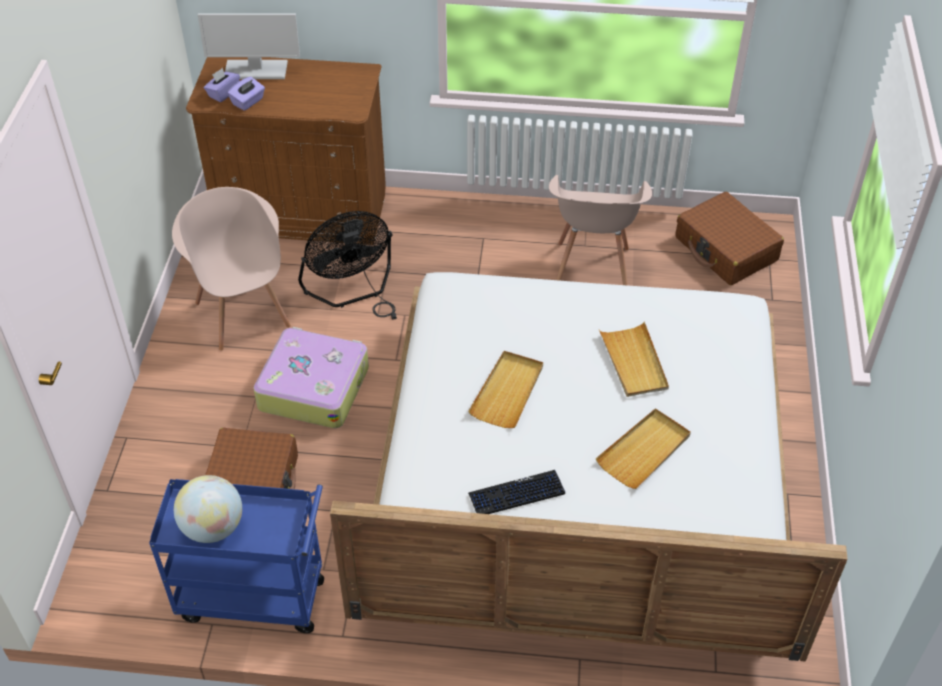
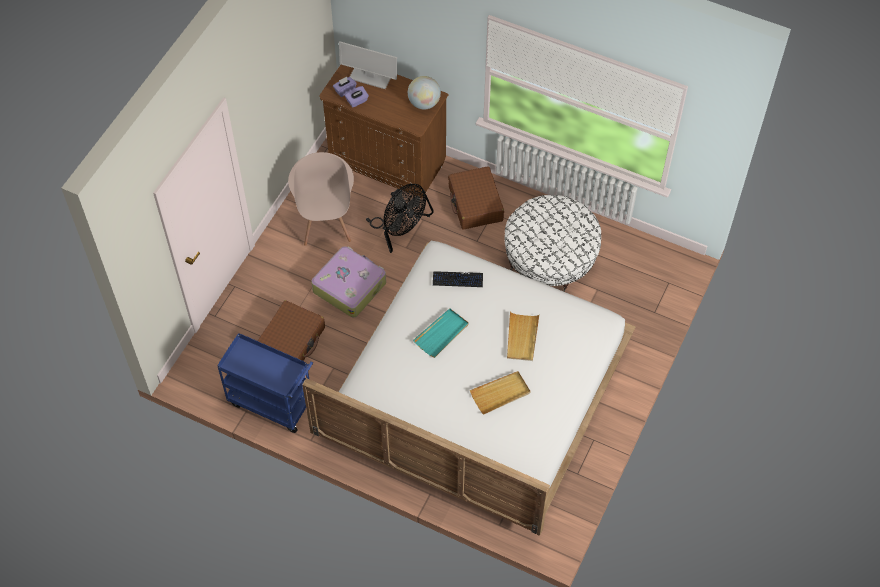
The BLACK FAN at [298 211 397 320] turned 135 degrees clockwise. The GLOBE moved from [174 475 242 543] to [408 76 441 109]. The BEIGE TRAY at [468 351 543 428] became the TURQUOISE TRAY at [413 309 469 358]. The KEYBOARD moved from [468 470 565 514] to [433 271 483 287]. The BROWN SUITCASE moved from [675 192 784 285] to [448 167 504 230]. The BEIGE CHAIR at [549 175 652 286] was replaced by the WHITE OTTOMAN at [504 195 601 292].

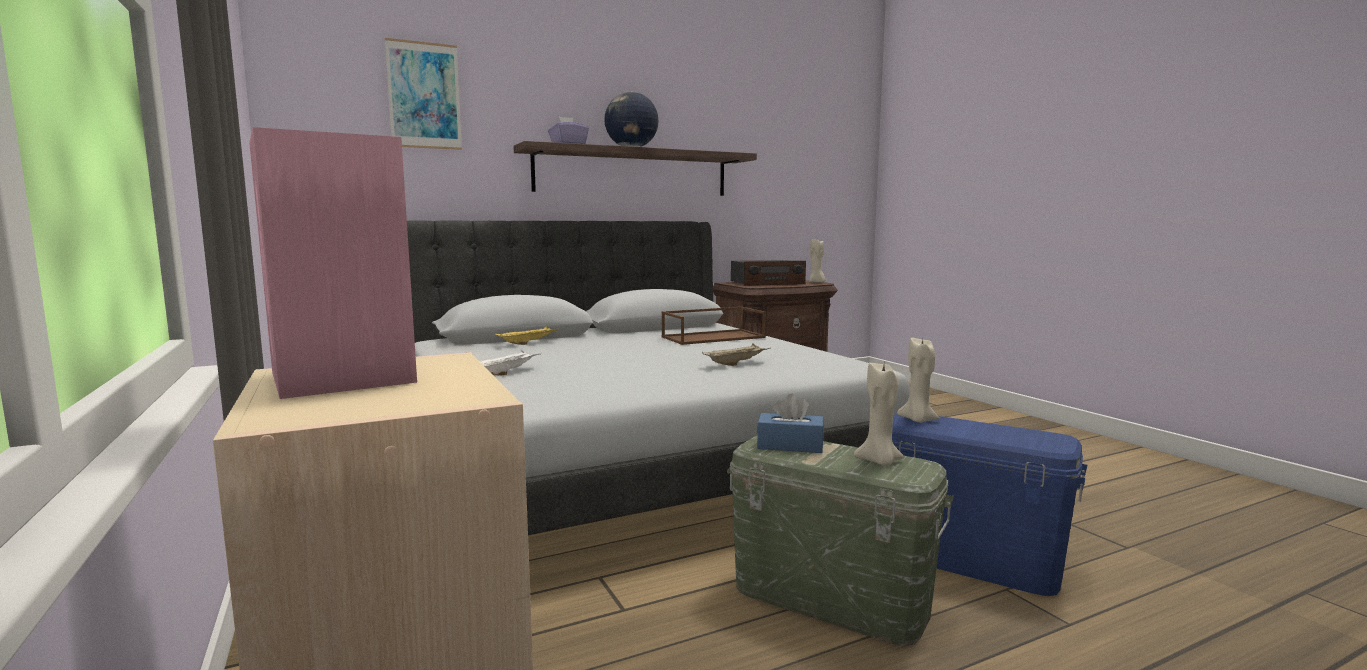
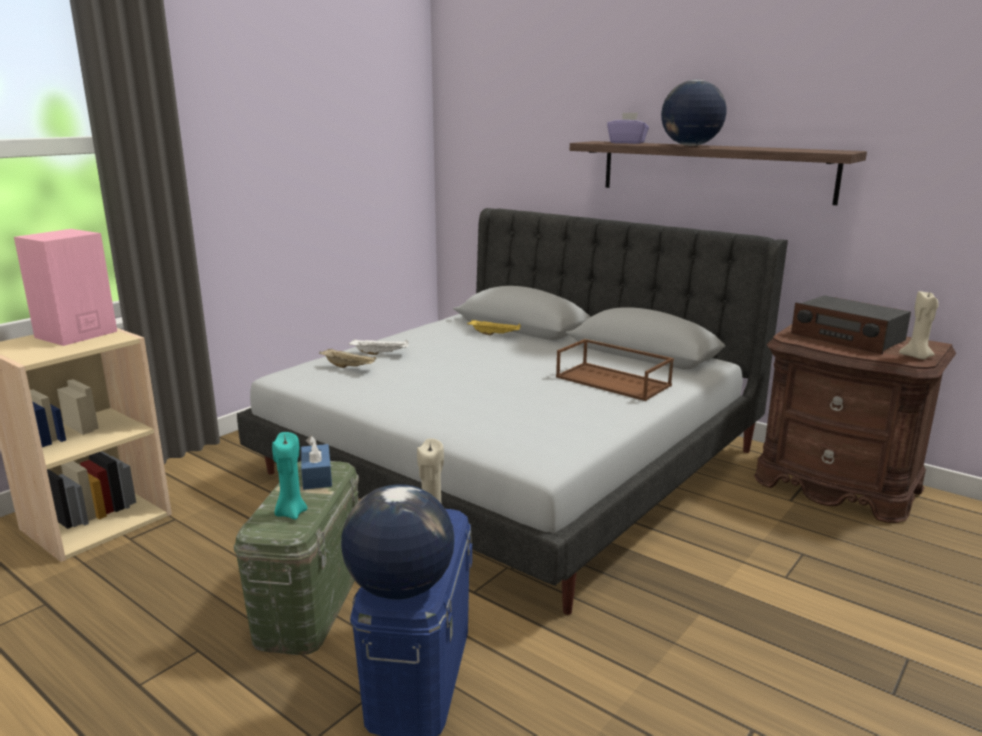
The BEIGE CANDLE at [854 363 904 466] became the TURQUOISE CANDLE at [272 432 307 520]. The BEIGE TRAY moved from [702 343 771 366] to [319 348 376 368]. The GLOBE at [341 484 454 600] appeared. The PICTURE at [385 38 462 150] disappeared.

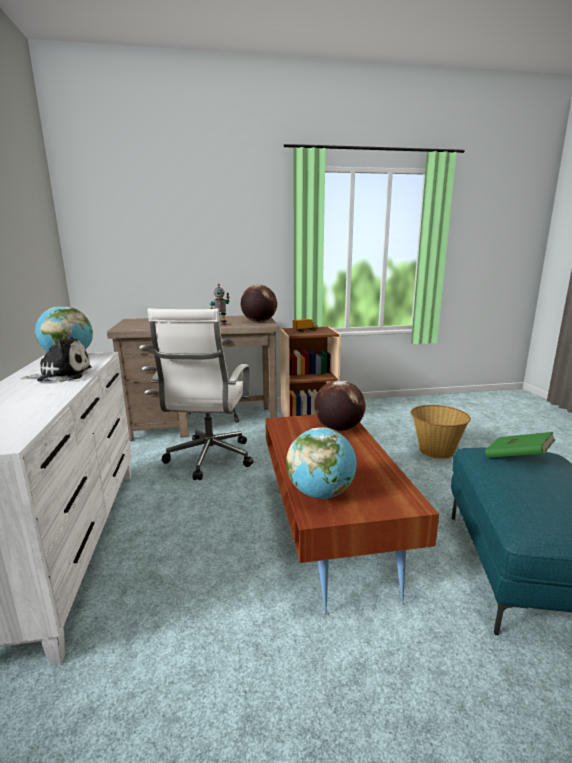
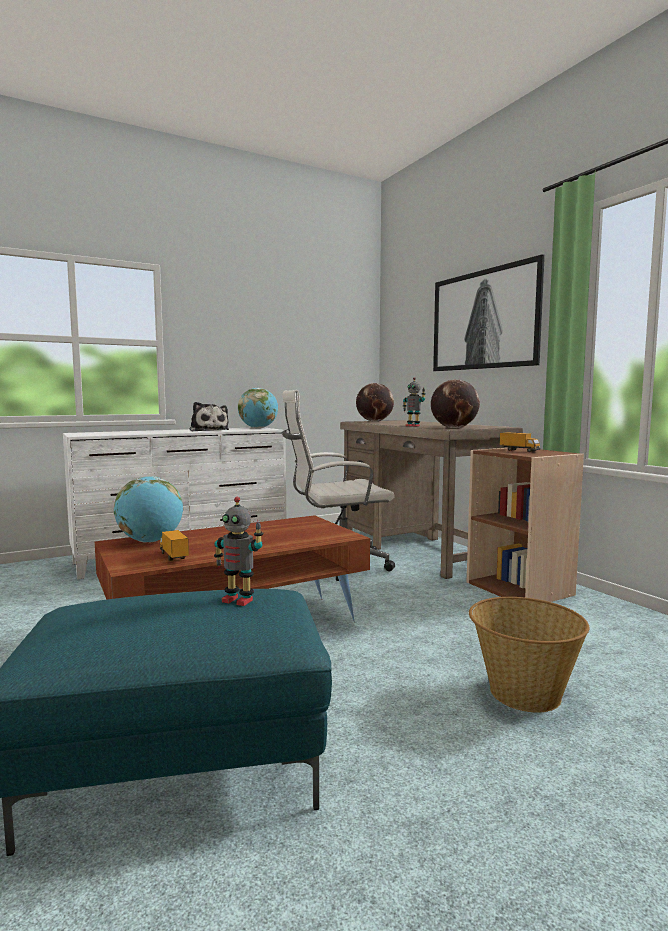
The TOY TRUCK at [160 530 189 561] appeared. The GREEN BOOK at [485 432 556 458] was replaced by the TOY ROBOT at [214 497 264 606]. The GLOBE moved from [314 380 366 431] to [356 383 394 422]. The PICTURE at [433 254 545 371] appeared.

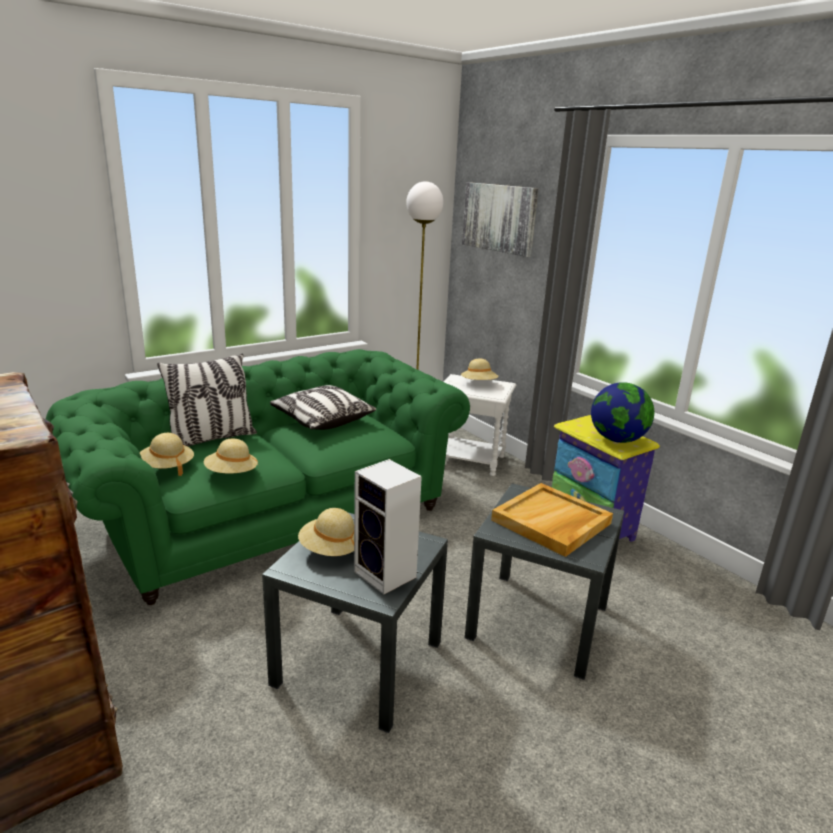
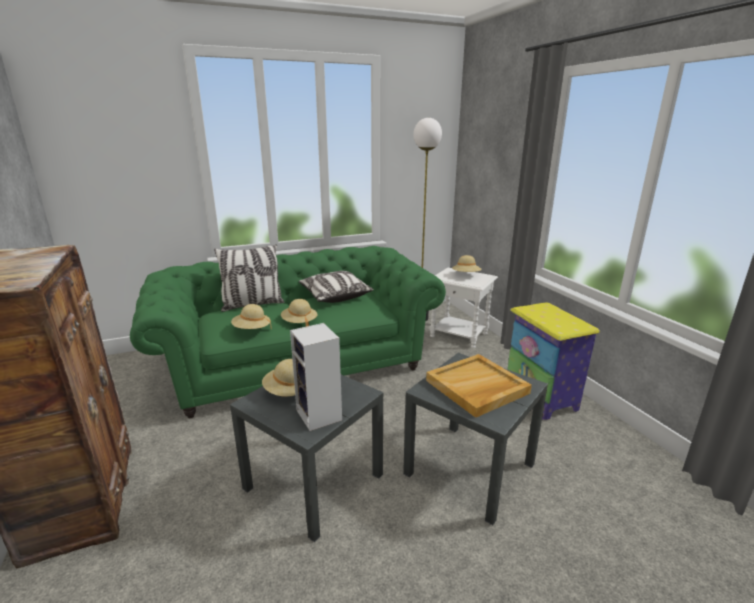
The BEIGE HAT moved from [140 433 194 476] to [281 299 318 327]. The PICTURE at [462 182 538 257] disappeared. The GLOBE at [591 382 654 443] disappeared.

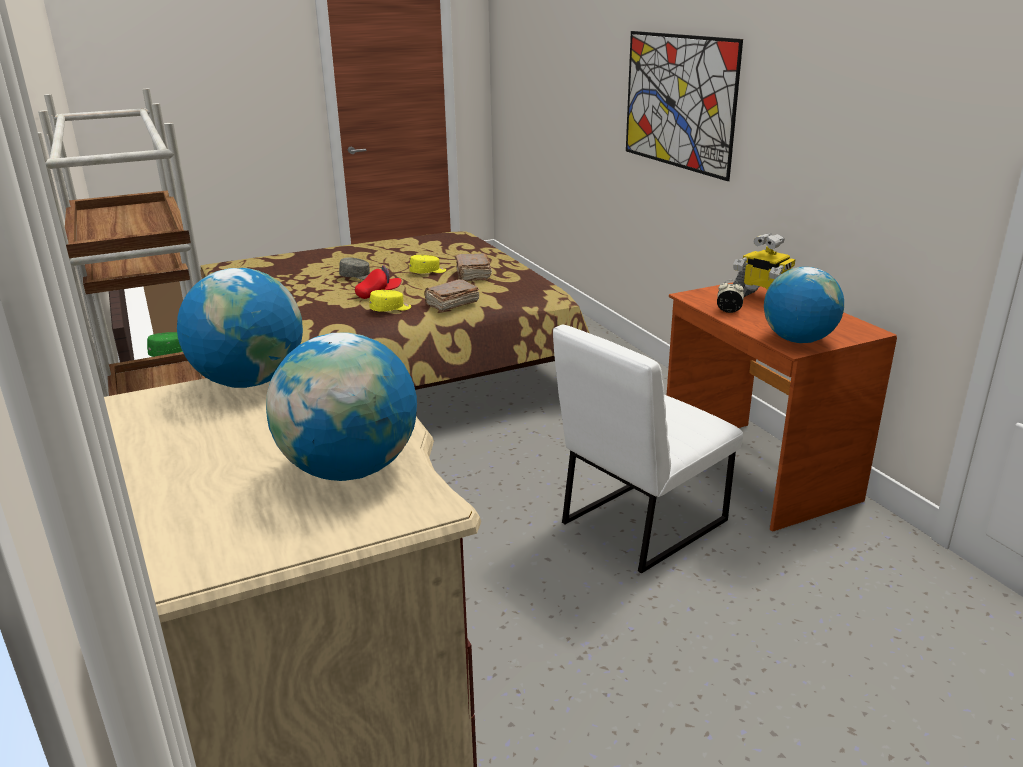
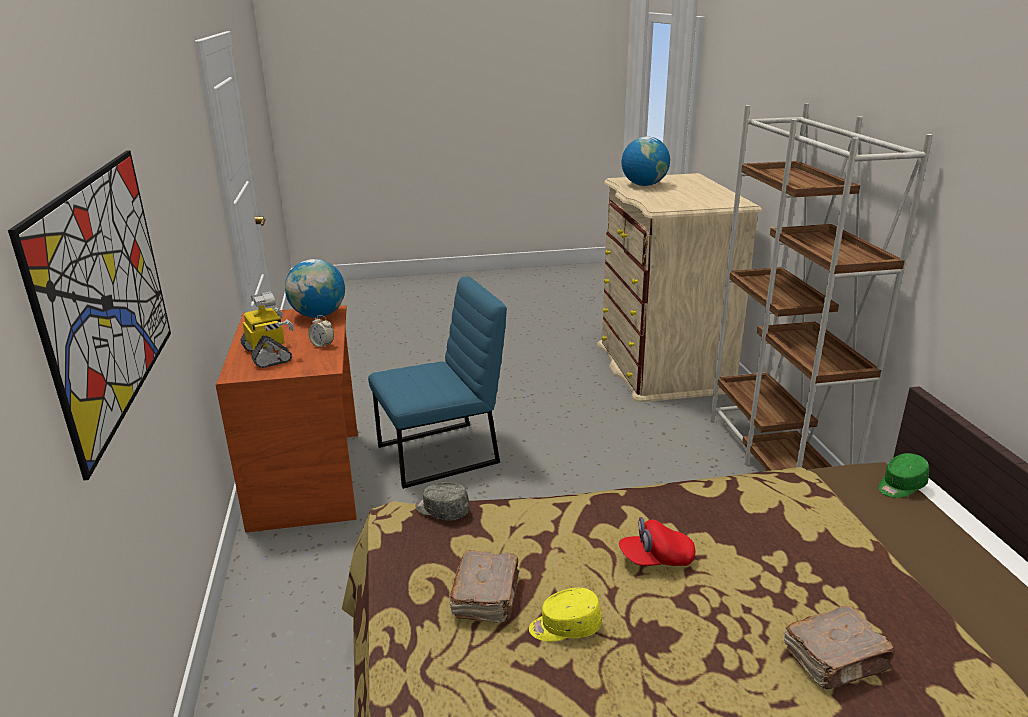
The WHITE CHAIR at [553 325 743 573] became the BLUE CHAIR at [368 276 507 489]. The GREY CAP moved from [339 258 370 280] to [415 482 470 520]. The BROWN BOOK moved from [424 279 479 312] to [784 606 895 689]. The GLOBE at [177 268 303 388] disappeared. The YELLOW CAP at [369 290 411 312] disappeared.

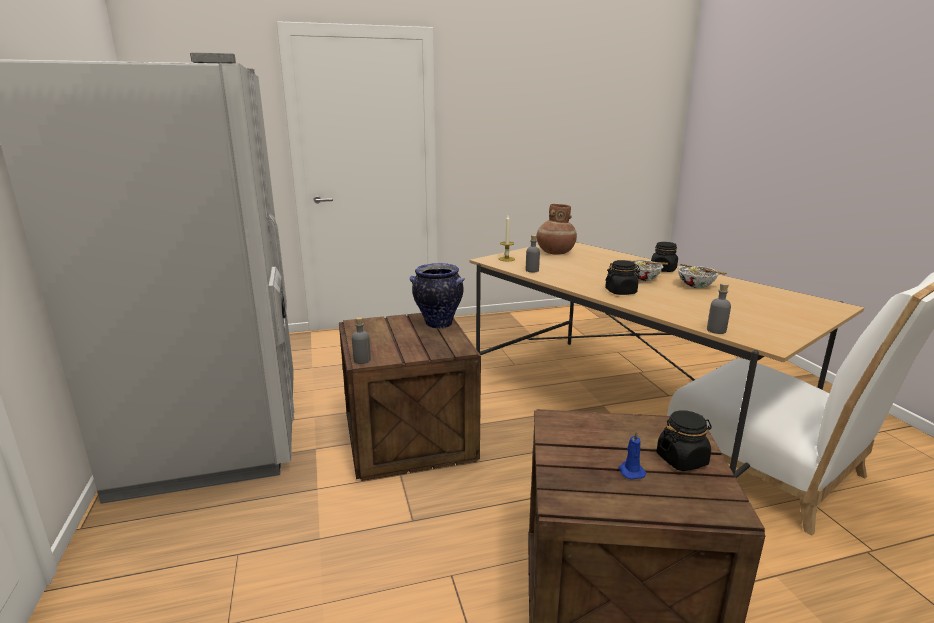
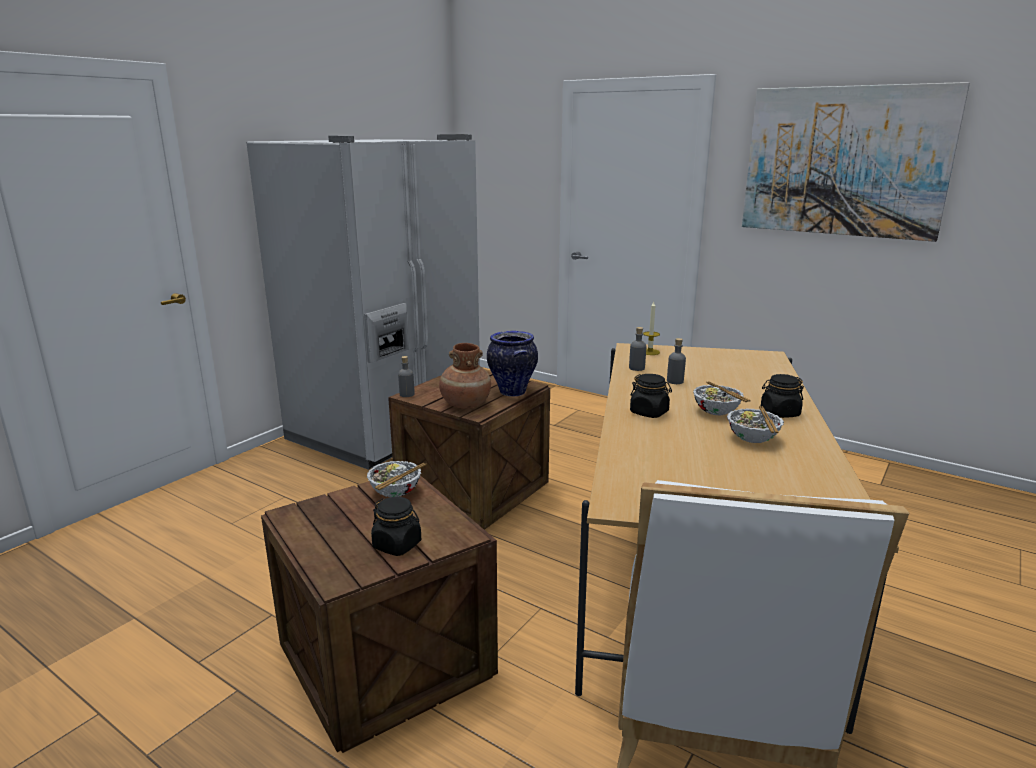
The BOWL at [367 461 427 497] appeared. The BROWN VASE moved from [537 204 577 255] to [439 343 491 409]. The GREY BOTTLE moved from [707 283 731 334] to [667 338 686 384]. The PICTURE at [742 82 970 242] appeared. The BLUE CANDLE at [619 430 646 480] disappeared.

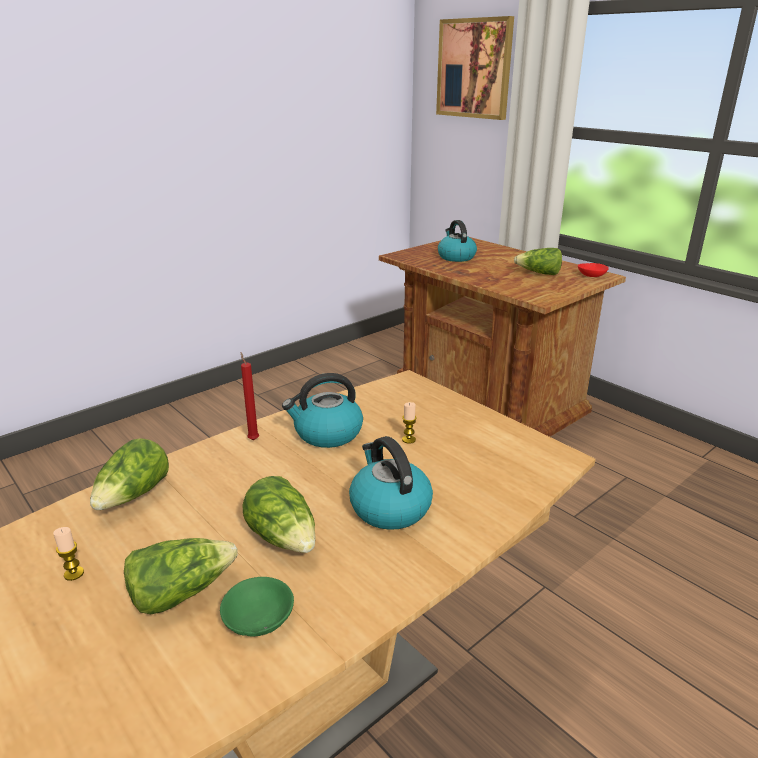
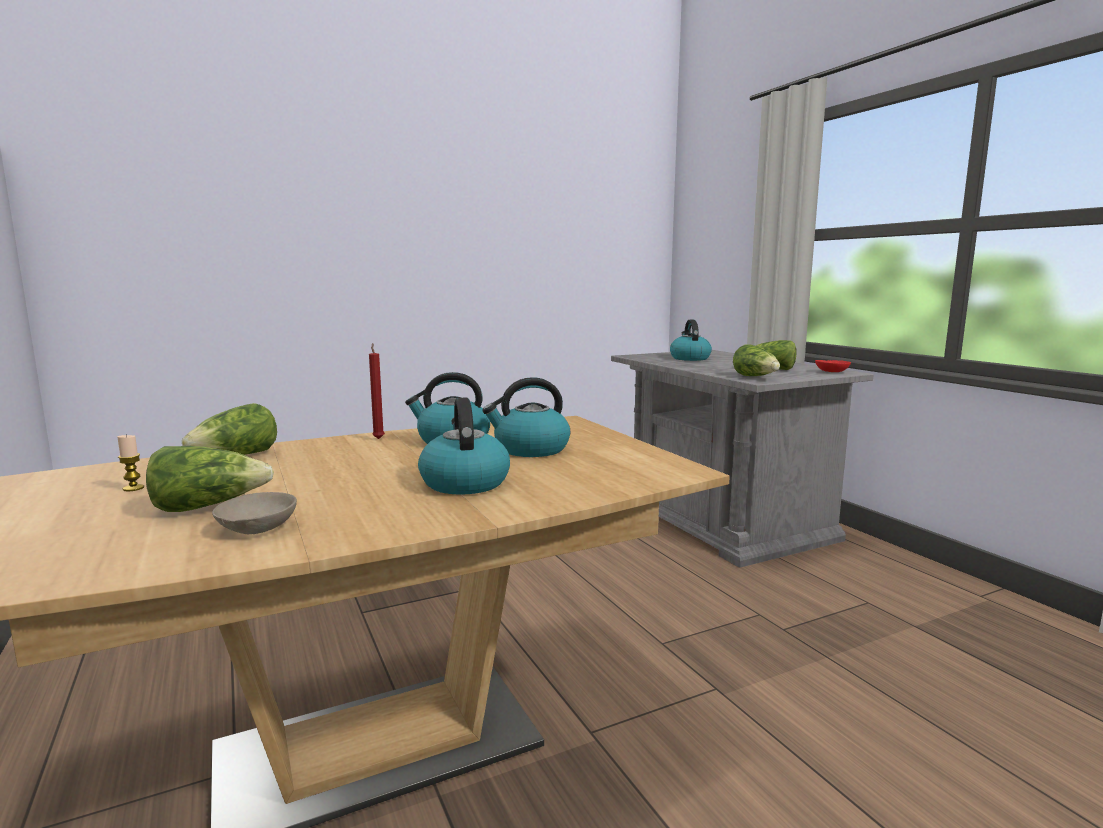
The GREEN BOWL at [220 577 294 637] became the BEIGE BOWL at [212 492 297 534]. The CANDLE at [402 402 417 444] was replaced by the KETTLE at [482 377 570 457]. The BROWN CABINET at [379 237 626 437] became the GREY CABINET at [611 350 873 568]. The LETTUCE moved from [242 476 316 553] to [733 344 780 376]. The PICTURE at [436 16 514 120] disappeared.

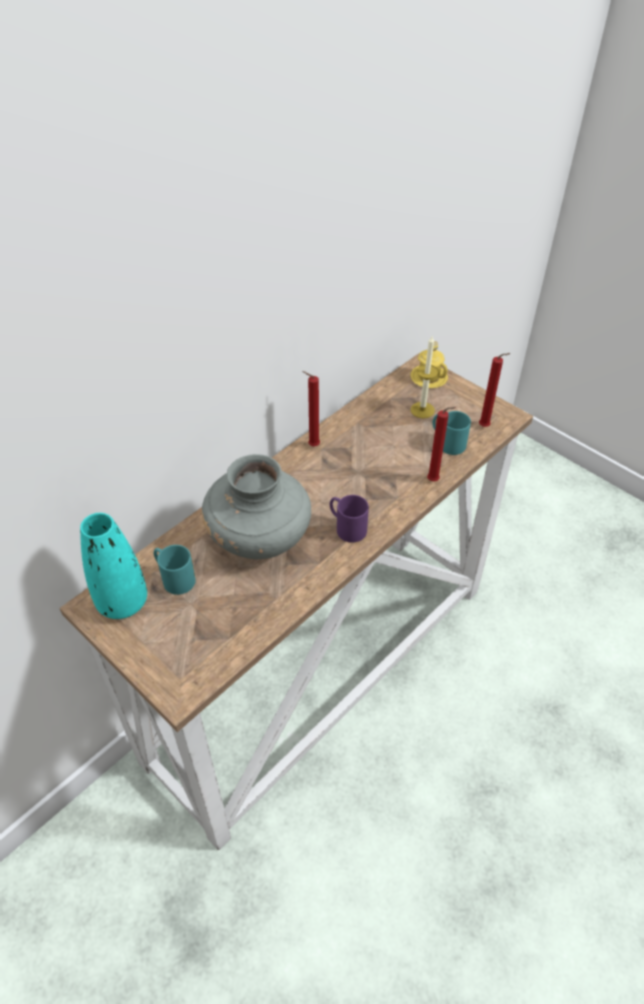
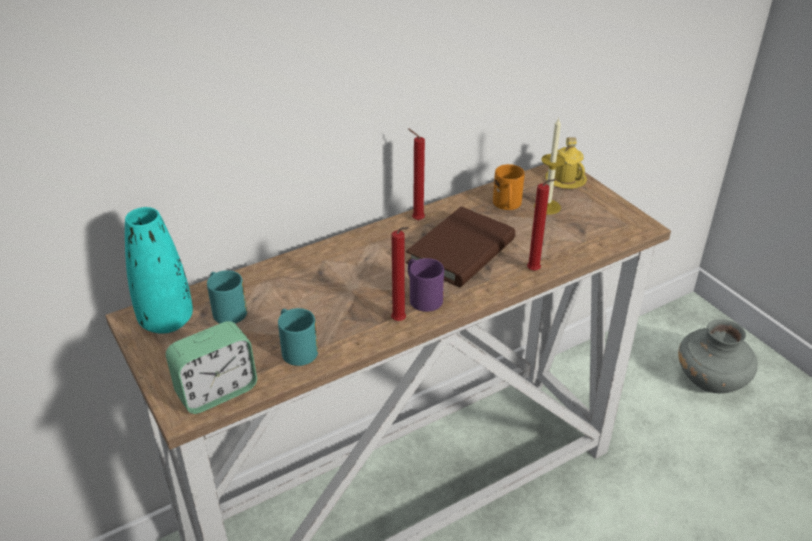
The ALARM CLOCK at [166 321 257 414] appeared. The TURQUOISE MUG moved from [432 411 471 455] to [278 308 318 366]. The RED CANDLE moved from [479 353 511 427] to [391 227 409 321]. The BROWN BOOK at [406 206 515 287] appeared. The ORANGE MUG at [493 164 525 210] appeared. The GREY VASE moved from [202 454 311 559] to [678 319 758 393].

